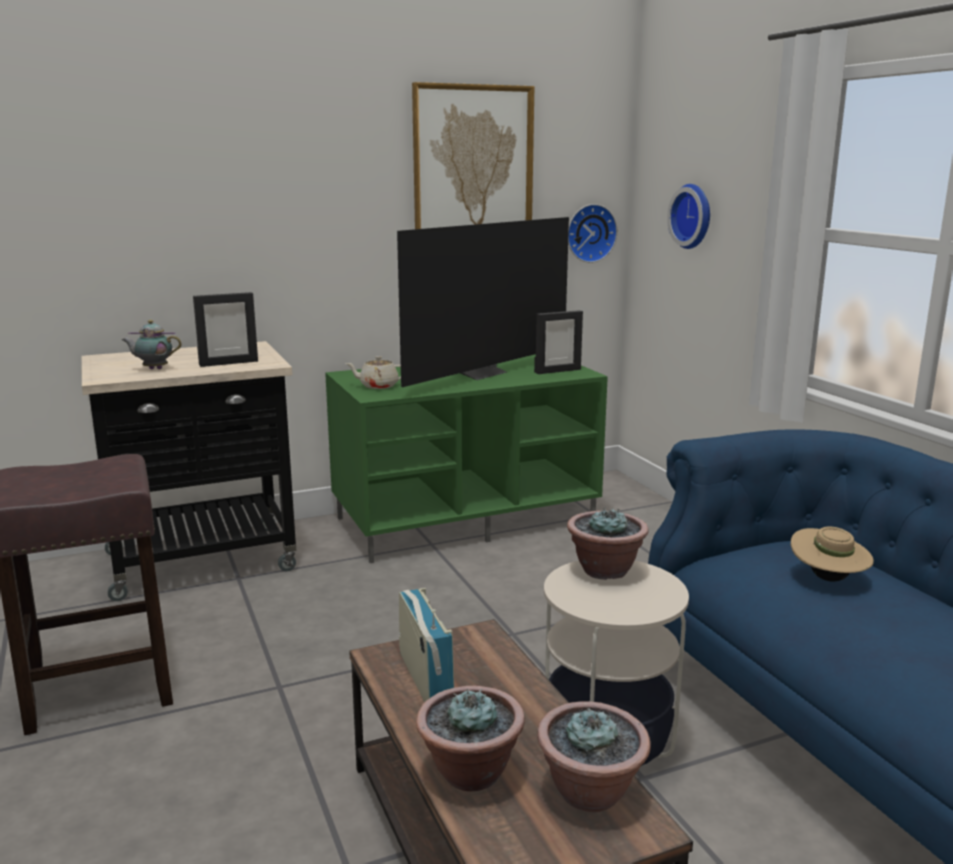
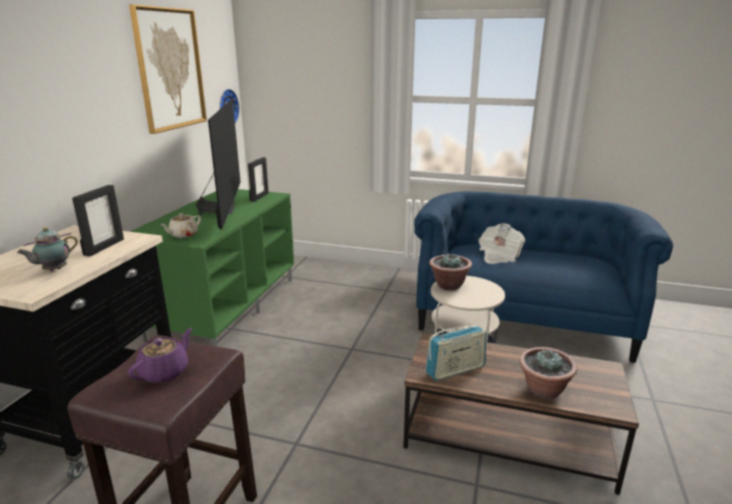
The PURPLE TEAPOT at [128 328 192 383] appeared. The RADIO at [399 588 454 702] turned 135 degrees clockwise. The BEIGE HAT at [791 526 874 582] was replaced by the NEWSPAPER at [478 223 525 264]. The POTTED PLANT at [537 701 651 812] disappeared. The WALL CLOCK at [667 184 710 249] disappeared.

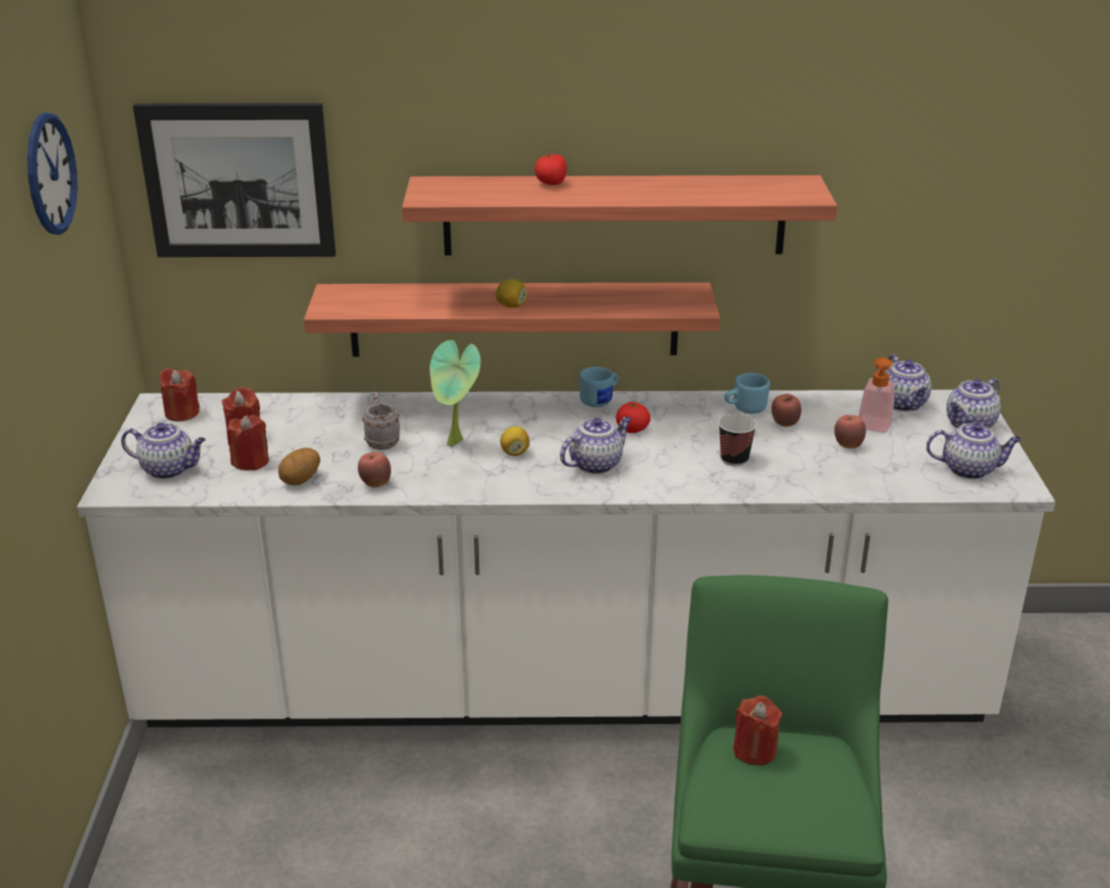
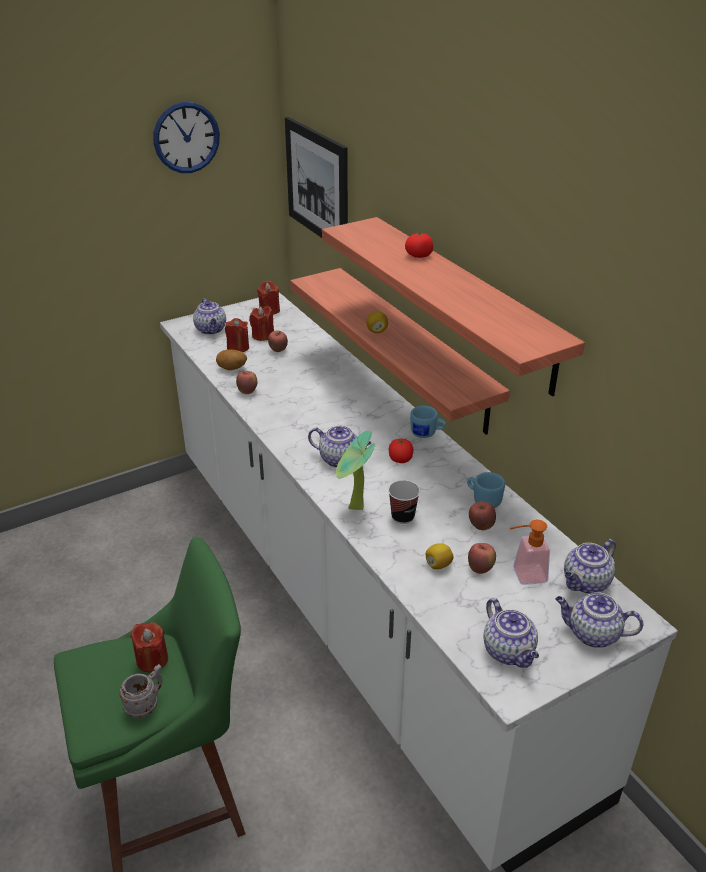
The GREY MUG moved from [362 393 400 450] to [119 664 163 719]. The APPLE at [268 330 288 352] appeared. The POTTED PLANT moved from [430 340 481 447] to [336 431 376 510]. The LEMON moved from [500 426 530 456] to [426 543 454 569].

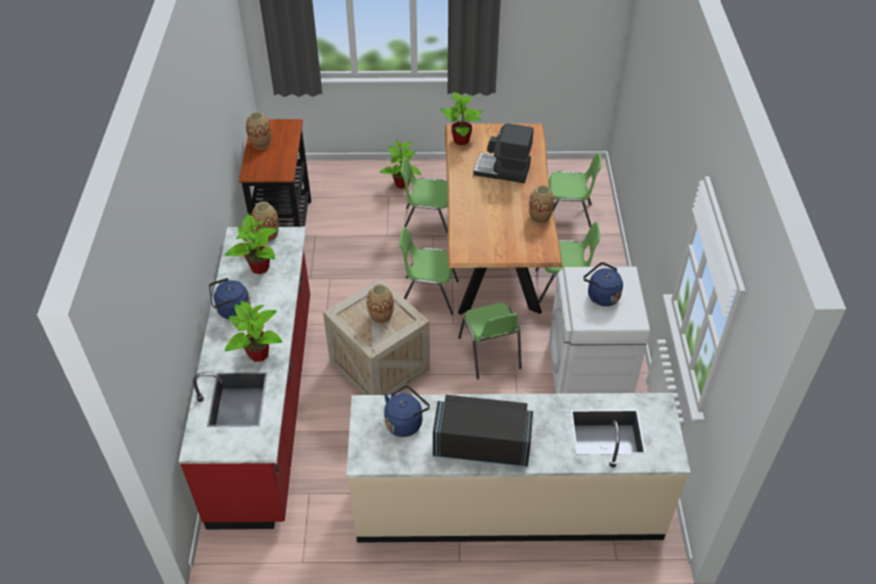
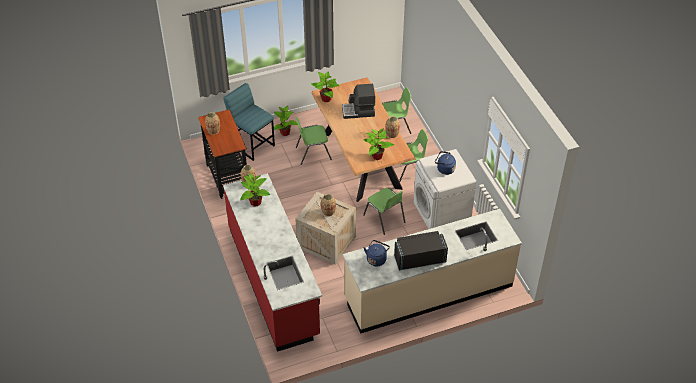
The BLUE STOOL at [223 83 275 161] appeared. The POTTED PLANT moved from [225 301 282 362] to [364 128 394 160]. The BLUE KETTLE at [209 278 250 319] disappeared. The GREEN CHAIR at [399 227 459 315] disappeared.

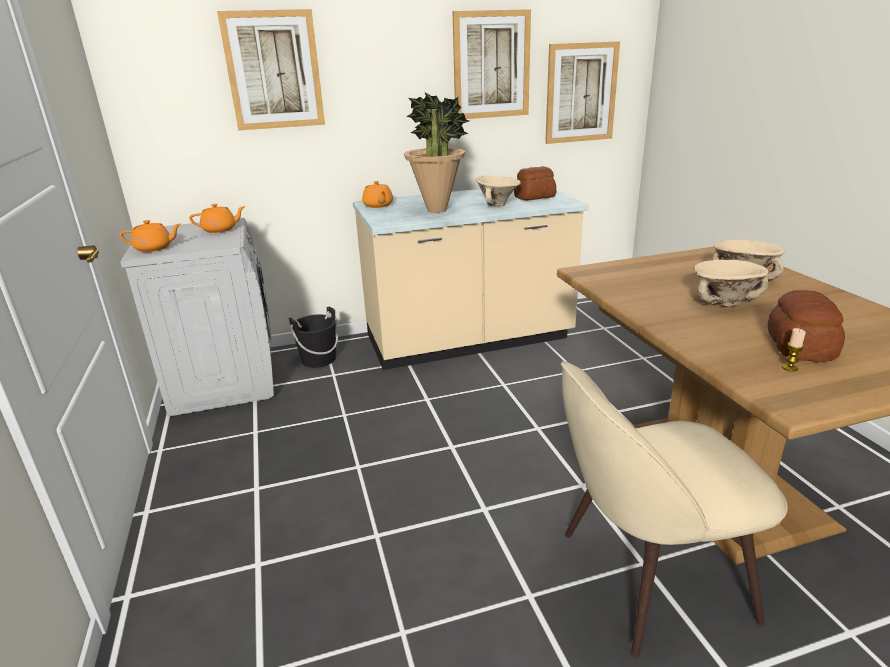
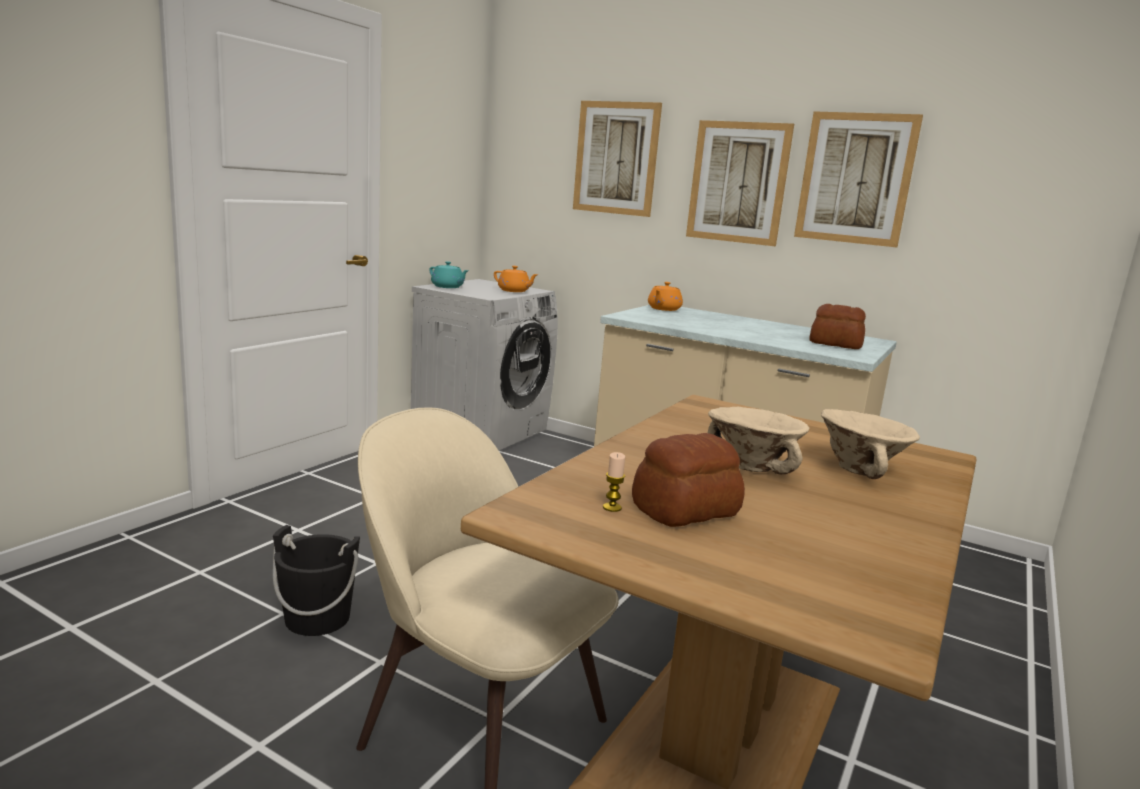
The BLACK BUCKET moved from [289 307 338 368] to [273 525 360 636]. The ORANGE TEAPOT at [119 220 181 252] became the TURQUOISE TEAPOT at [429 261 469 288]. The PICTURE moved from [545 41 620 144] to [686 120 794 246]. The POTTED PLANT at [404 92 469 213] disappeared. The BEIGE BOWL at [476 176 521 206] disappeared.

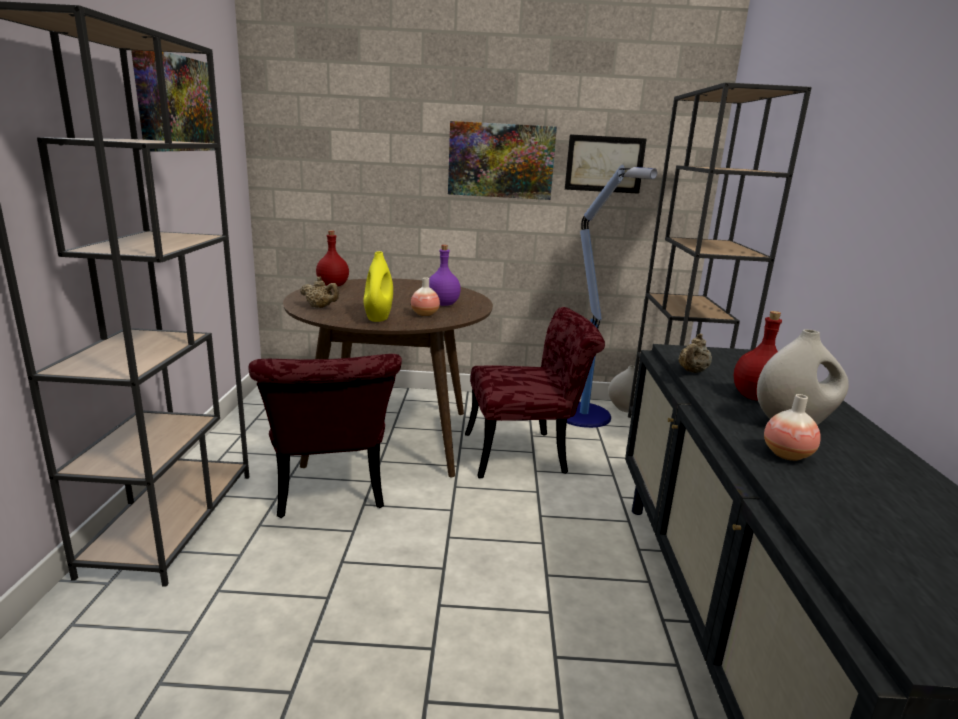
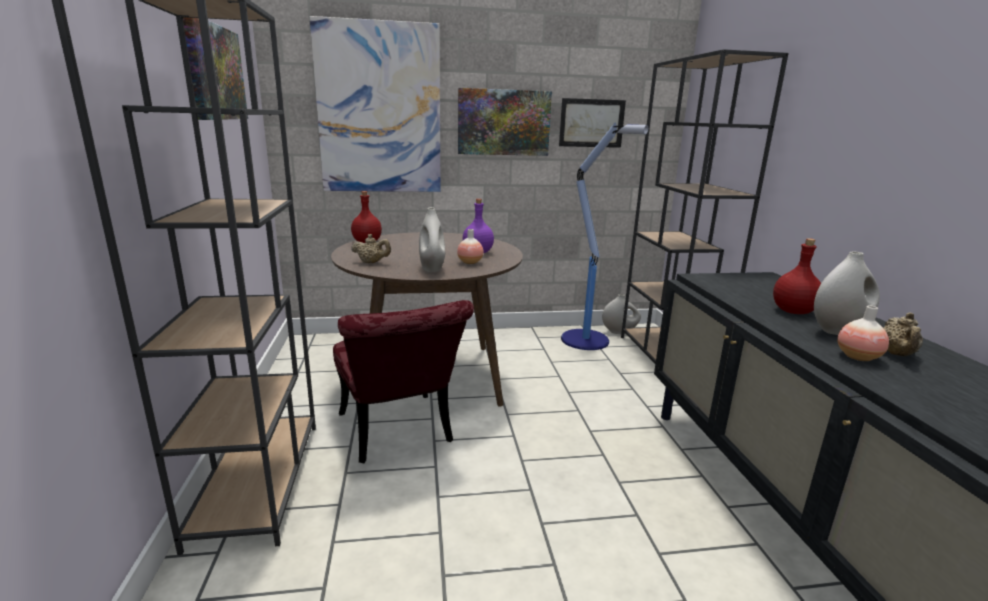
The PICTURE at [310 16 441 192] appeared. The YELLOW VASE at [363 251 393 322] became the WHITE VASE at [419 207 445 272]. The BEIGE TEAPOT moved from [678 334 712 373] to [883 312 923 357]. The RED CHAIR at [465 307 605 478] disappeared.

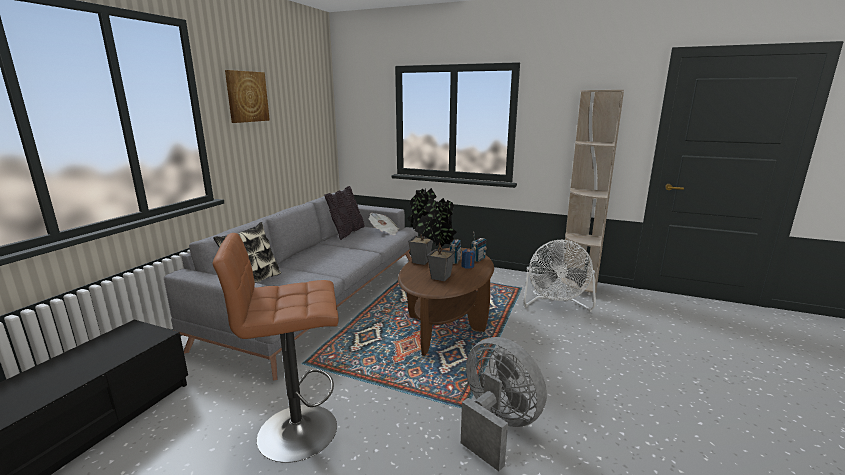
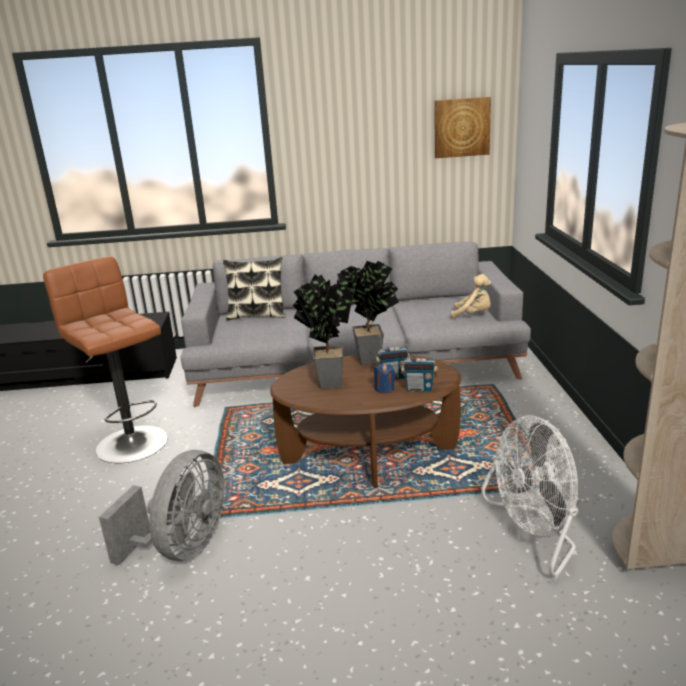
The PICTURE moved from [225 70 270 123] to [435 97 491 158]. The NEWSPAPER at [369 213 399 235] was replaced by the BEIGE PLUSH TOY at [450 274 491 319]. The BLACK PILLOW at [324 186 365 240] disappeared.

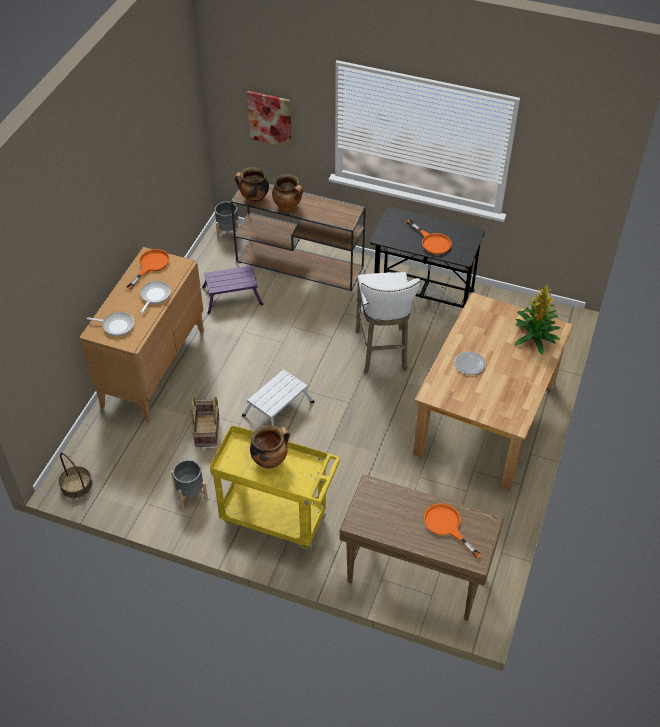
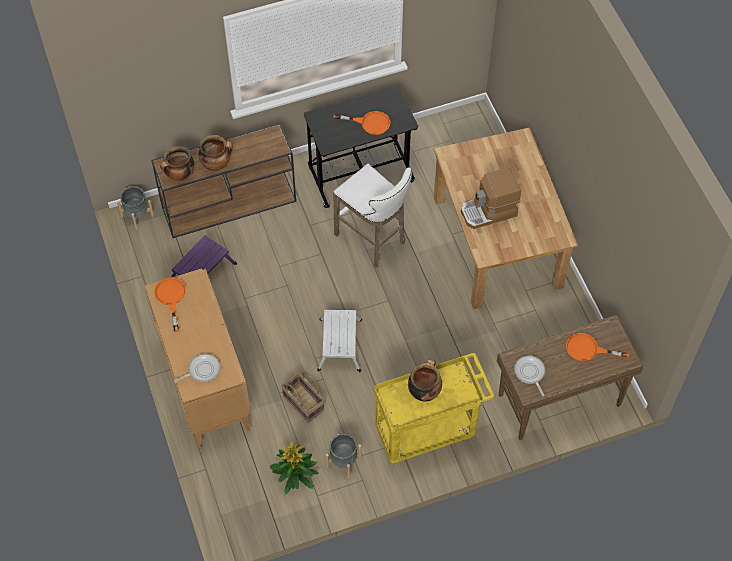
The POTTED PLANT moved from [515 285 561 354] to [270 442 319 495]. The PLATE at [454 351 486 375] was replaced by the COFFEE MACHINE at [461 167 521 229]. The FRYING PAN moved from [140 281 171 313] to [514 355 545 396]. The BASKET at [59 453 92 498] disappeared. The PICTURE at [247 91 292 148] disappeared.

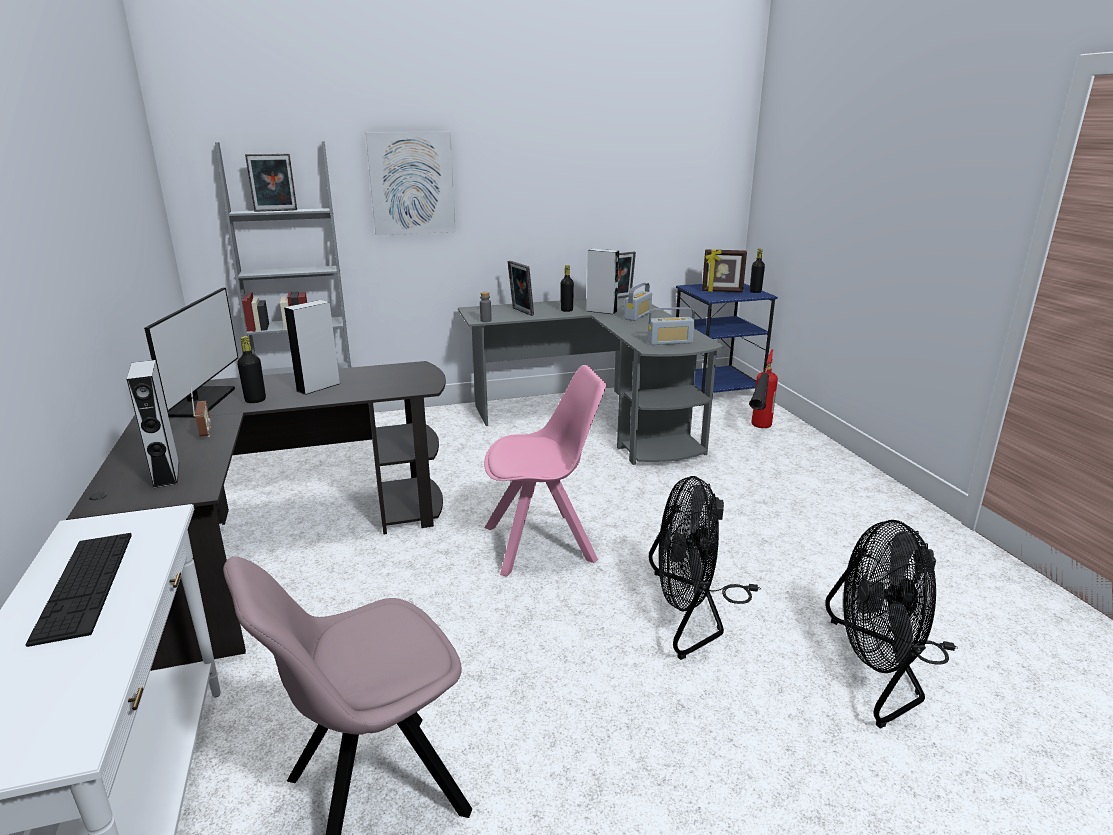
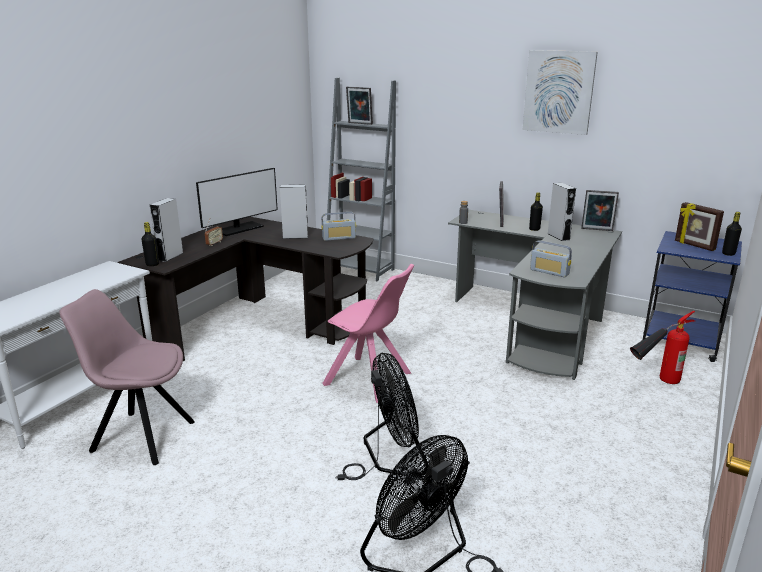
The BLACK BOTTLE moved from [237 336 266 403] to [141 222 159 266]. The RADIO moved from [624 283 652 321] to [321 212 356 241]. The BLACK FAN at [649 476 761 660] turned 120 degrees clockwise. The PICTURE moved from [366 132 456 235] to [523 50 598 135]. The KEYBOARD at [25 533 132 647] disappeared.

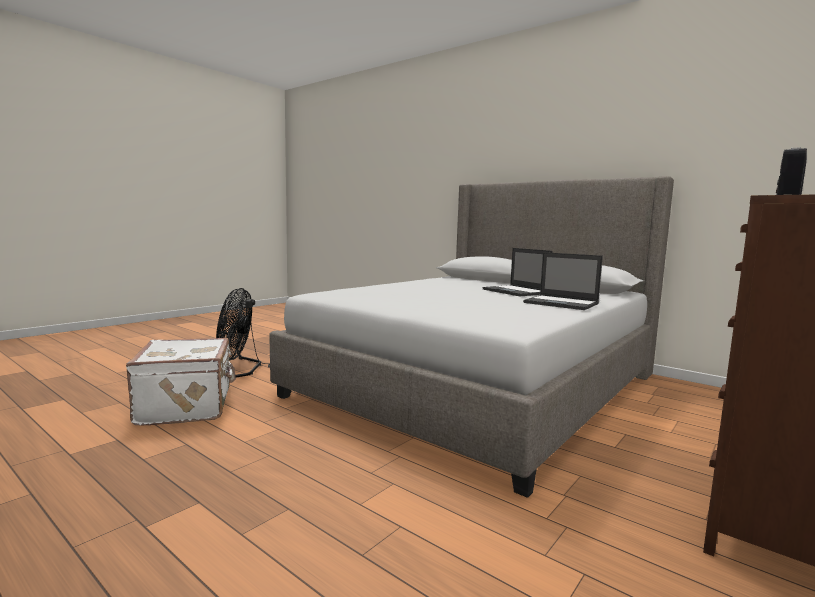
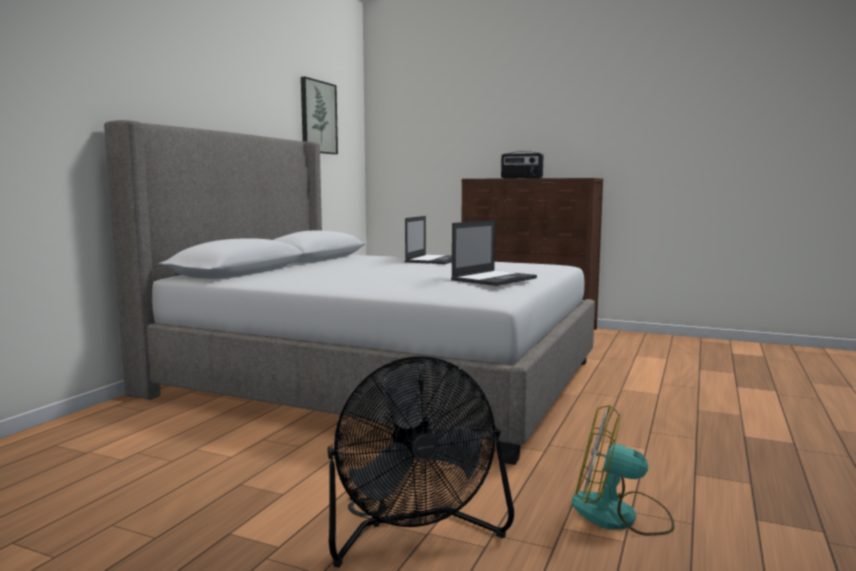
The PICTURE at [301 76 338 154] appeared. The LAPTOP moved from [483 248 553 296] to [451 220 537 286]. The WHITE SUITCASE at [126 338 236 425] was replaced by the FAN at [572 405 674 536].

